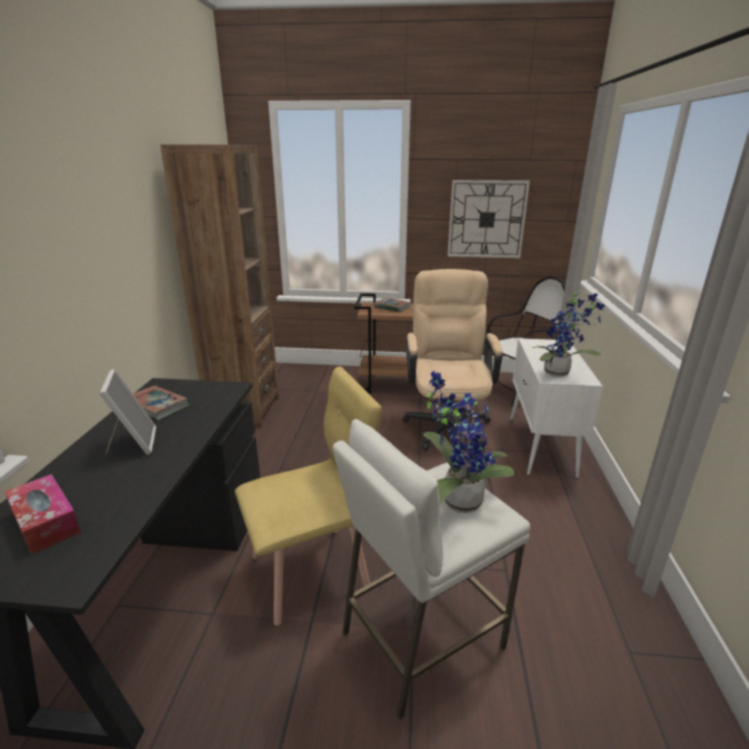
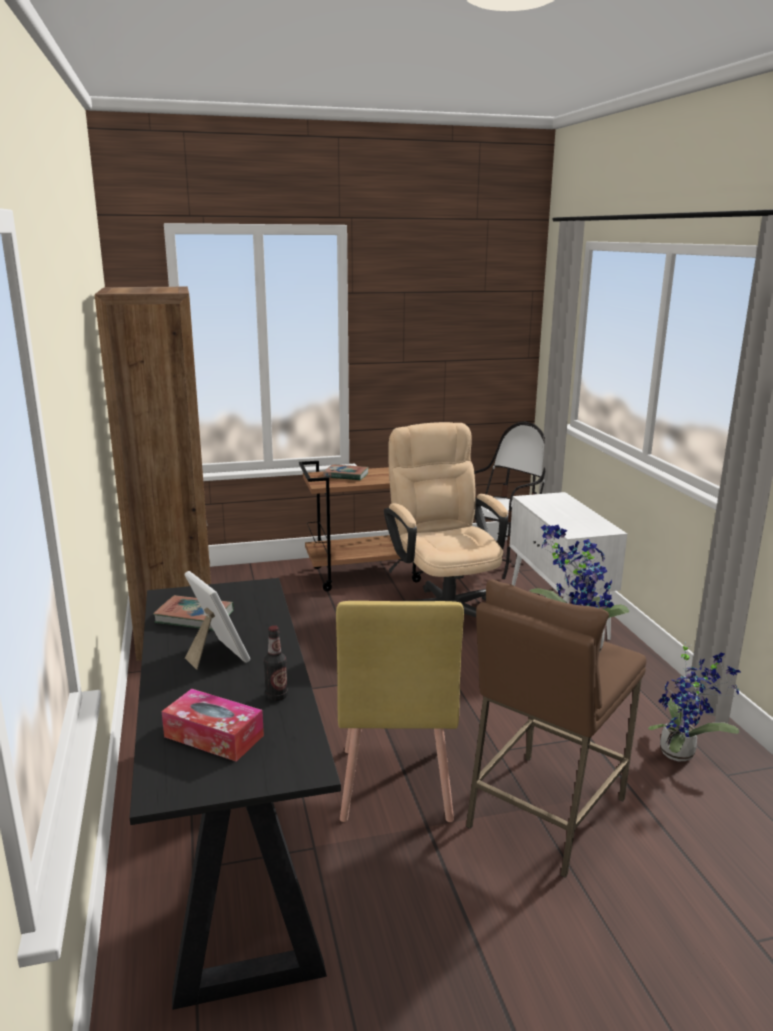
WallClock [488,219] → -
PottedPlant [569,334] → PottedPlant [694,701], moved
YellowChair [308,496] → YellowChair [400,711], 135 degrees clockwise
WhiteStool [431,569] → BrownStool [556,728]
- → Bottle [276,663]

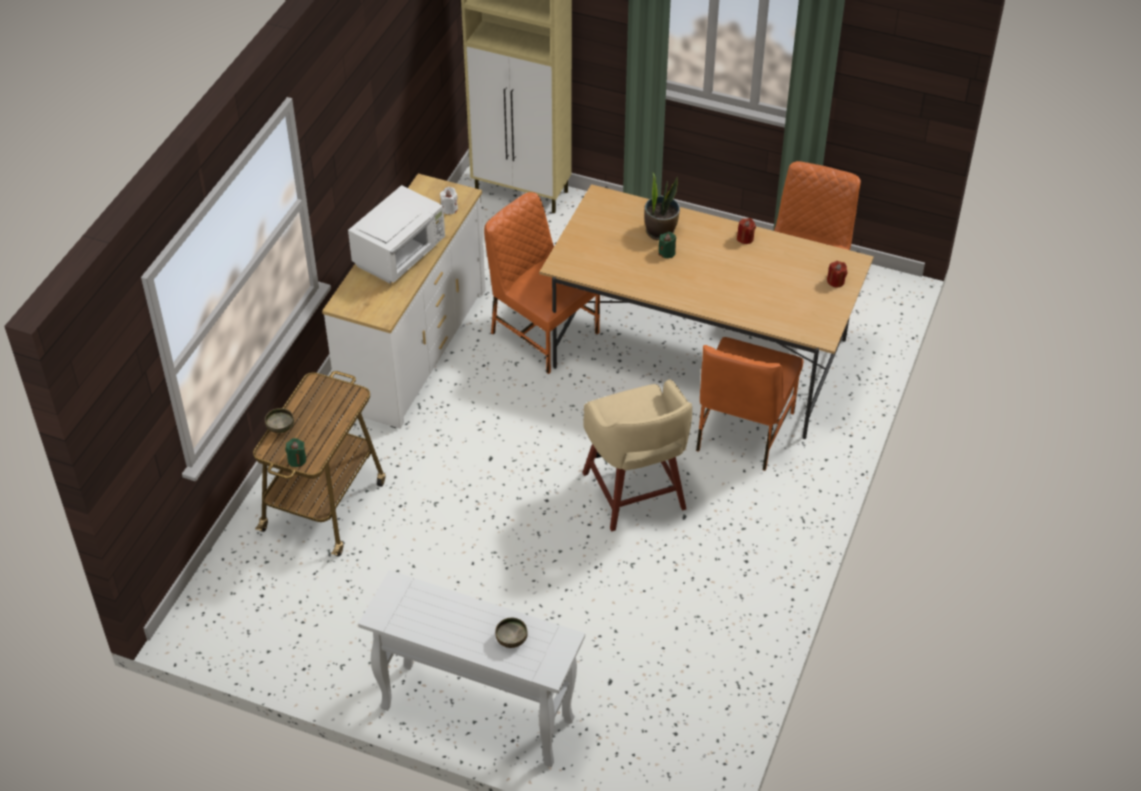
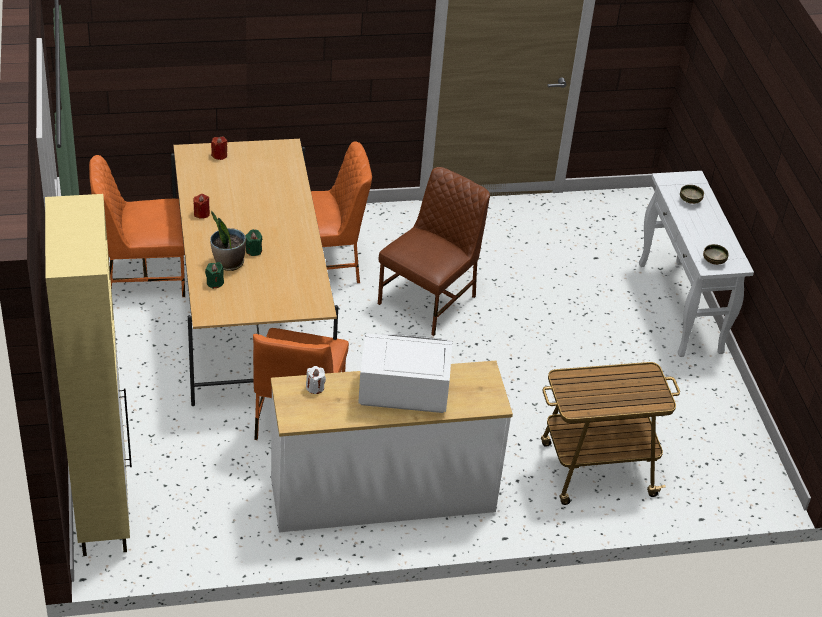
BeigeStool [637,455] → BrownChair [434,251]
Bowl [279,420] → Bowl [716,254], moved
GreenCandle [296,452] → GreenCandle [214,275], moved

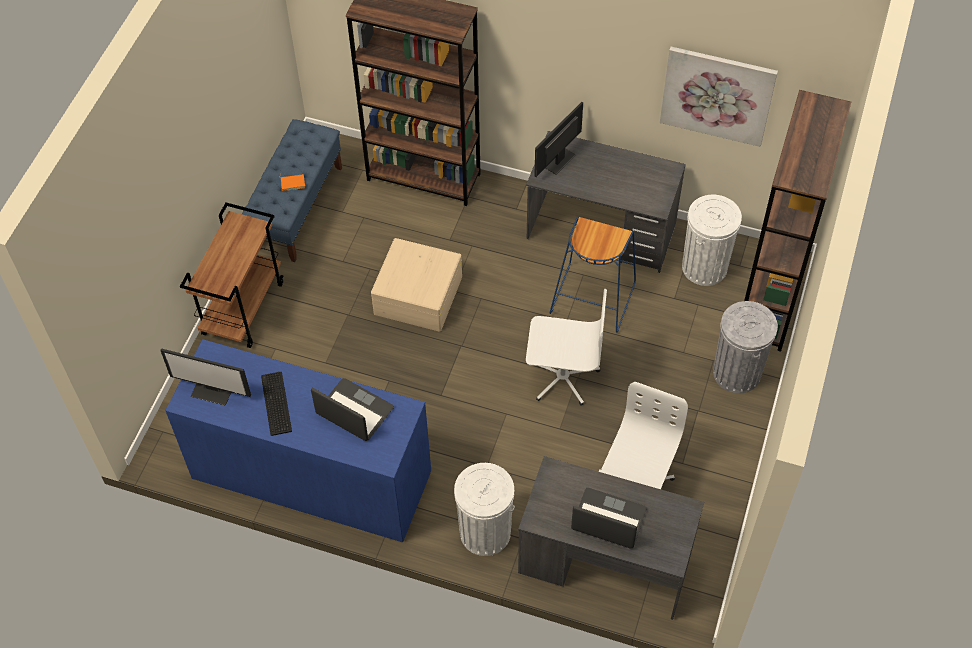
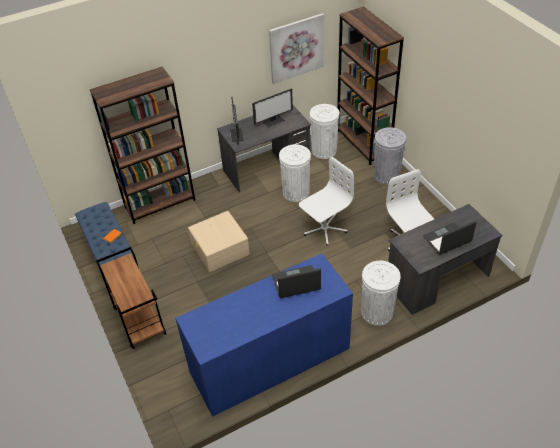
BlueStool [593,274] → WhiteTrashCan [295,173]
Monitor [205,377] → Monitor [272,108], moved
Keyboard [276,404] → -

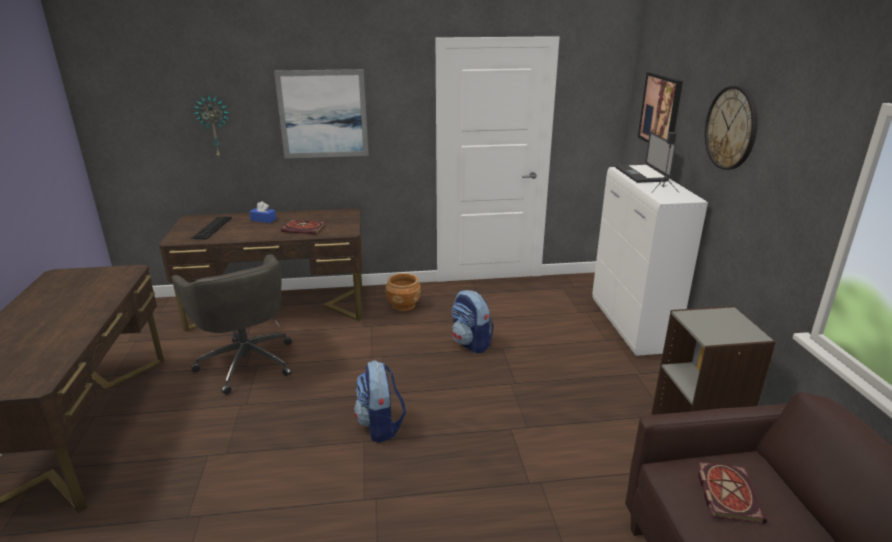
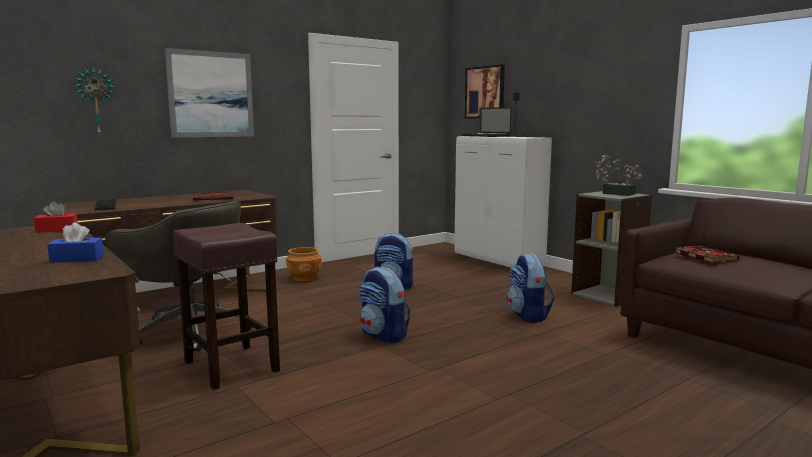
WallClock [731,128] → -
BlueTissueBox [262,212] → BlueTissueBox [75,242], moved
- → PottedPlant [618,175]
- → RedTissueBox [56,217]
- → BrownStool [226,306]
- → Backpack [530,288]

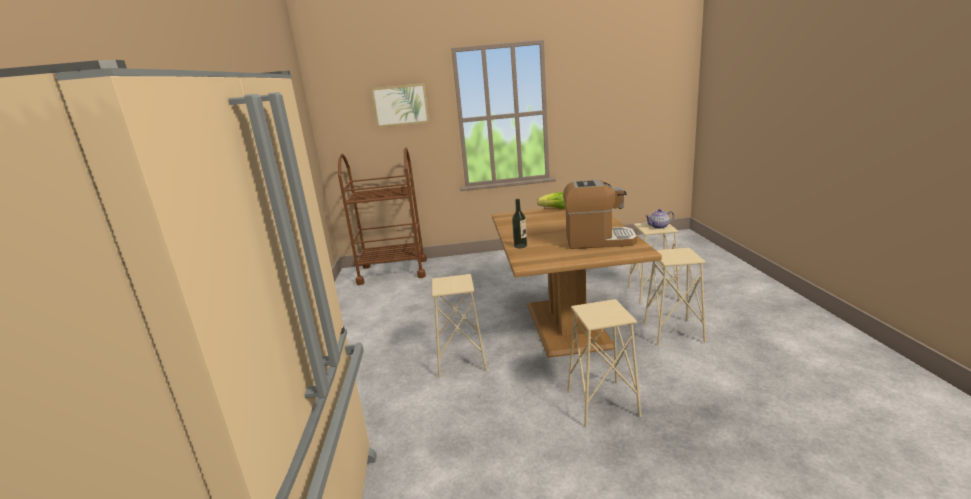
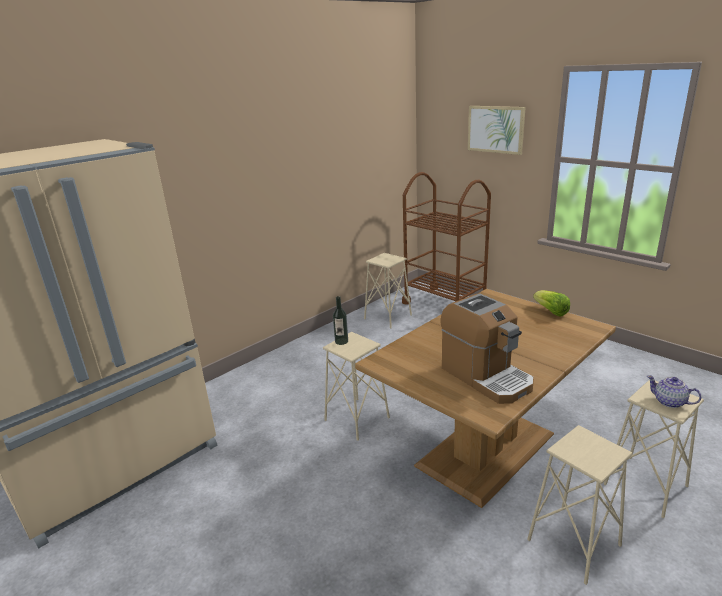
Bottle [519,223] → Bottle [340,320], moved
BeigeStool [605,363] → BeigeStool [388,290], moved

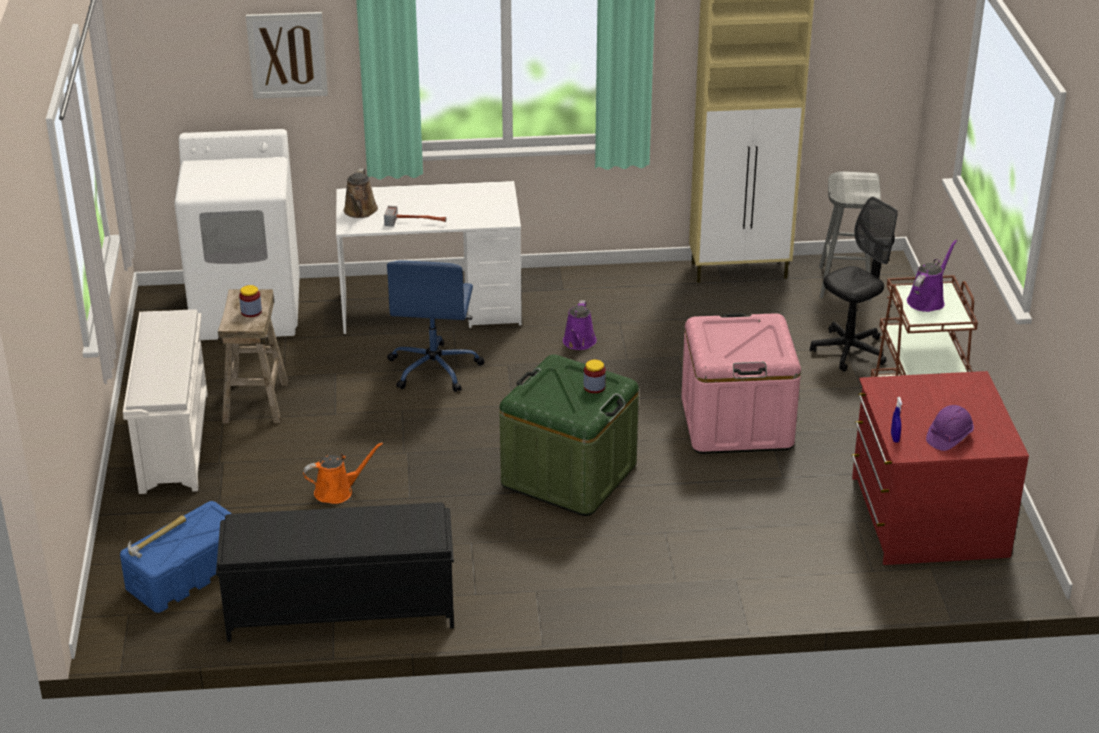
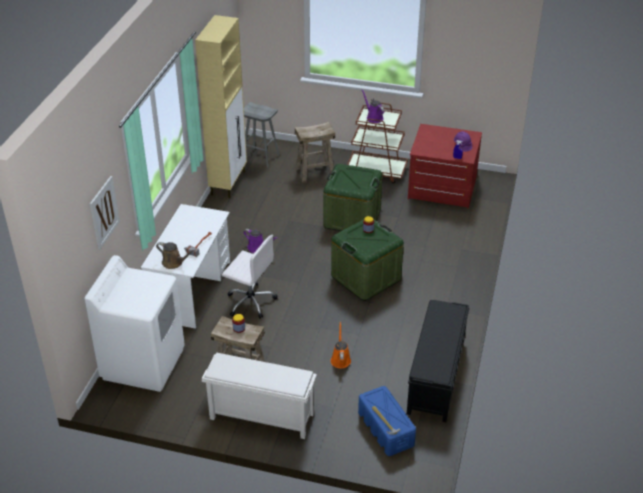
BlackOfficeChair [854,284] → BeigeStool [315,152]
BlueOfficeChair [436,326] → WhiteOfficeChair [250,277]
PinkStorageBox [741,383] → GreenStorageBox [353,197]

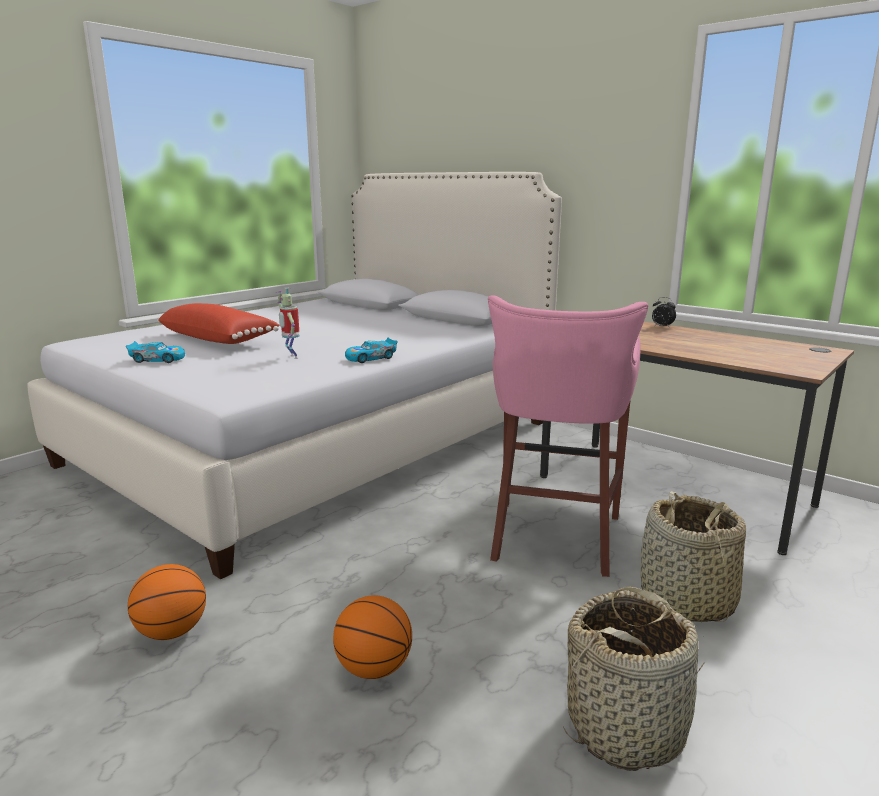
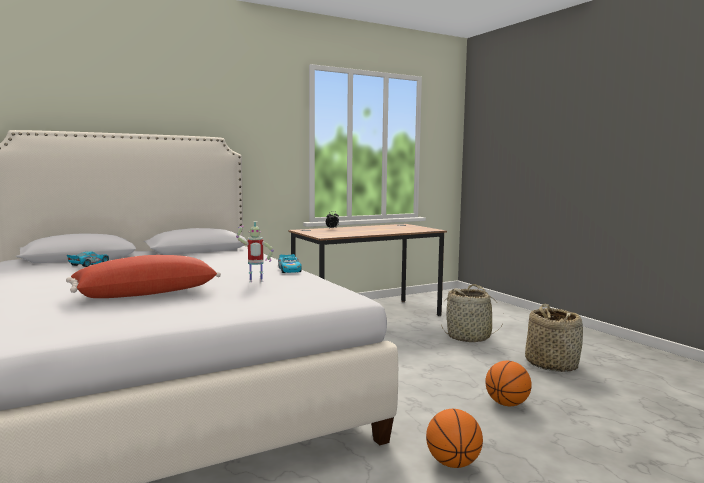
PinkStool [568,436] → -
ToyCar [155,352] → ToyCar [88,259], moved

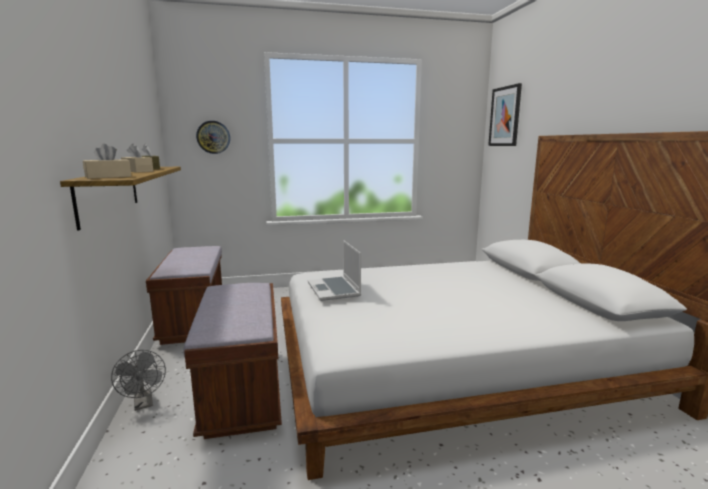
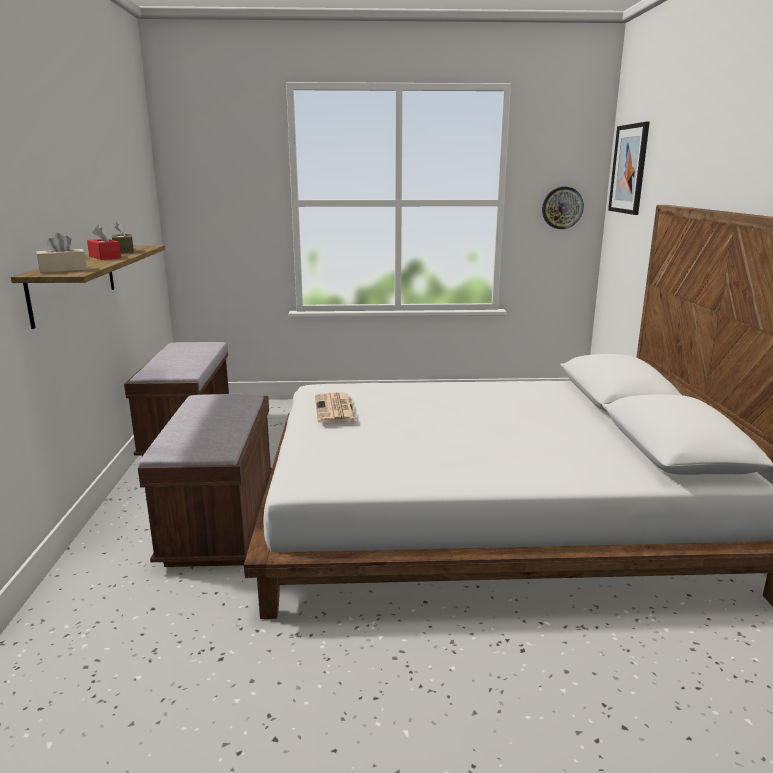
WallClock [213,137] → WallClock [563,208], moved
BeigeTissueBox [137,158] → RedTissueBox [104,242]
Laptop [334,270] → Newspaper [336,408]
GreyFan [138,380] → -

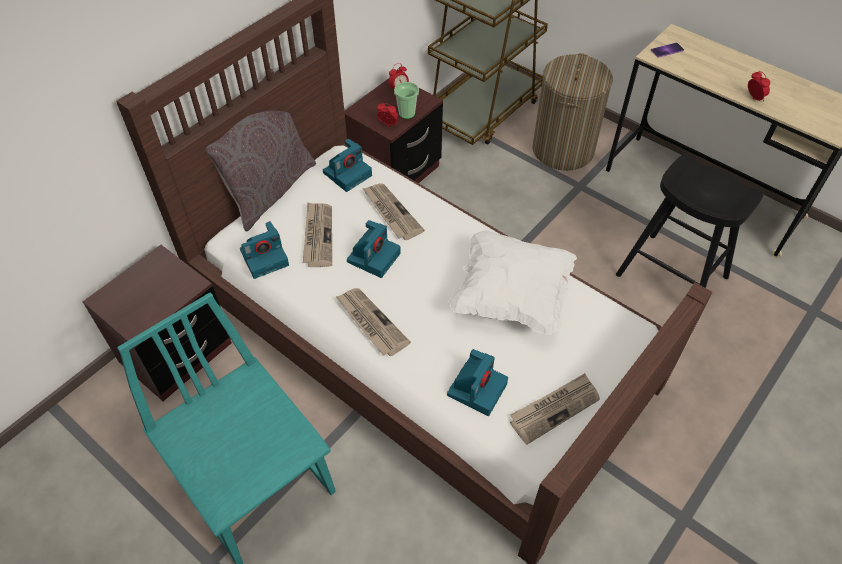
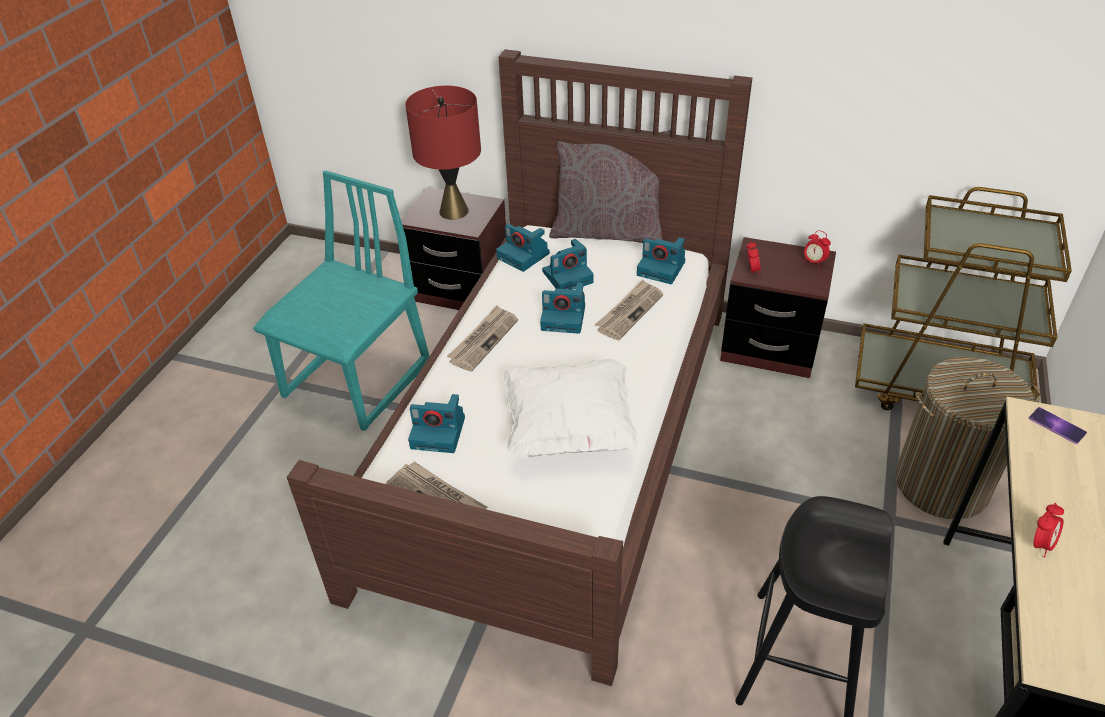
Cup [406,100] → -
Newspaper [317,234] → PhotoCamera [568,264]
- → RedTableLamp [443,153]

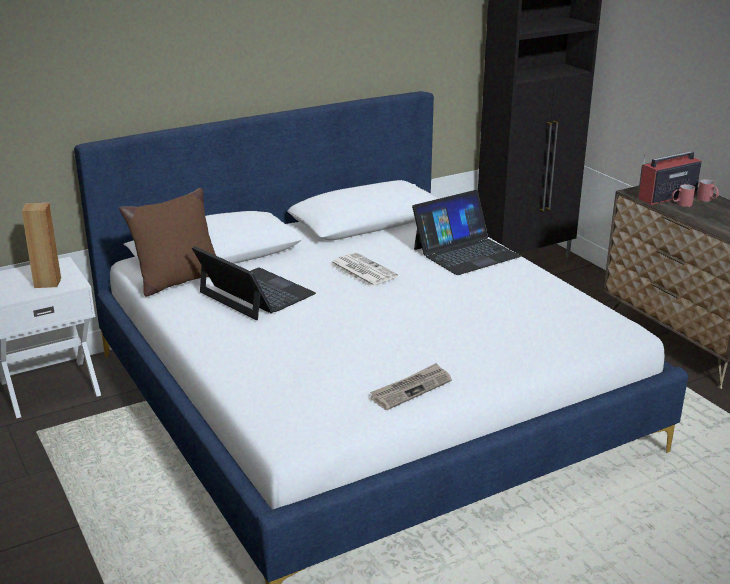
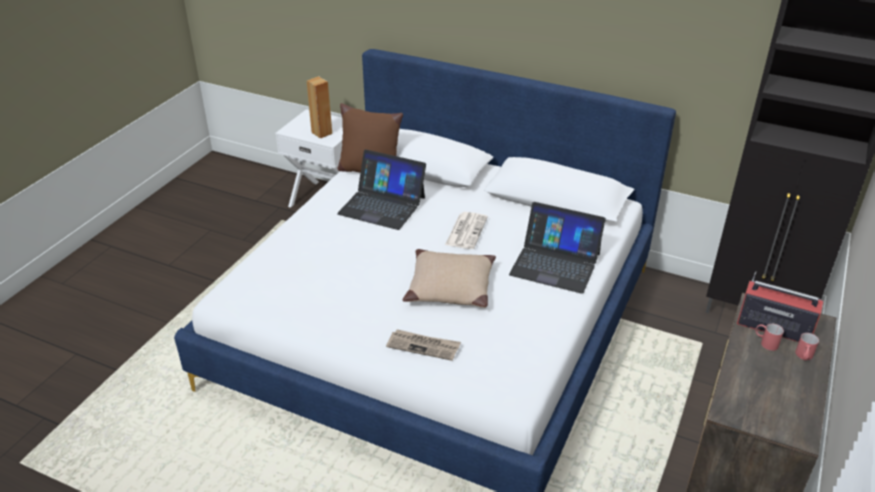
Laptop [254,283] → Laptop [381,190], 105 degrees clockwise
Newspaper [411,386] → Newspaper [423,345], moved
- → BeigePillow [449,278]

